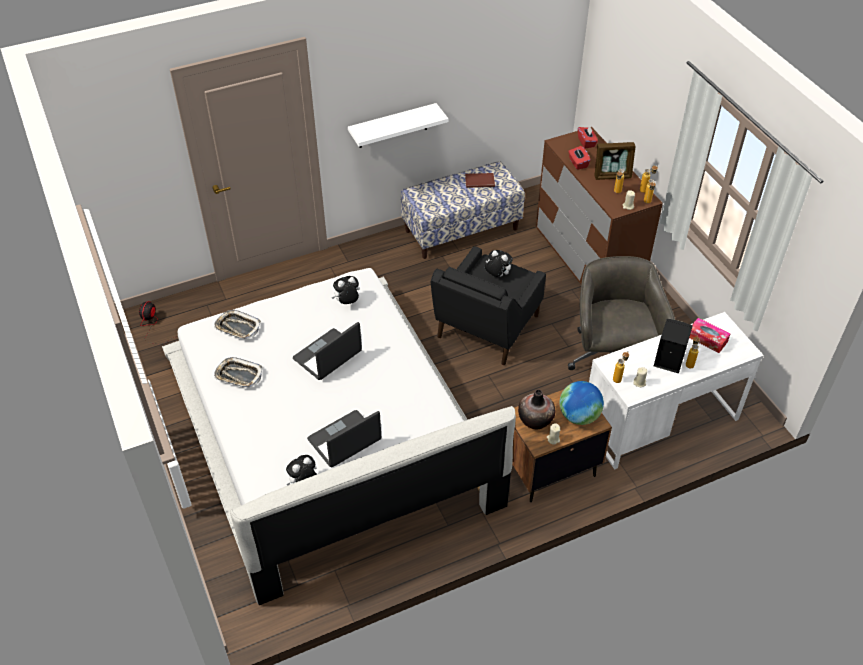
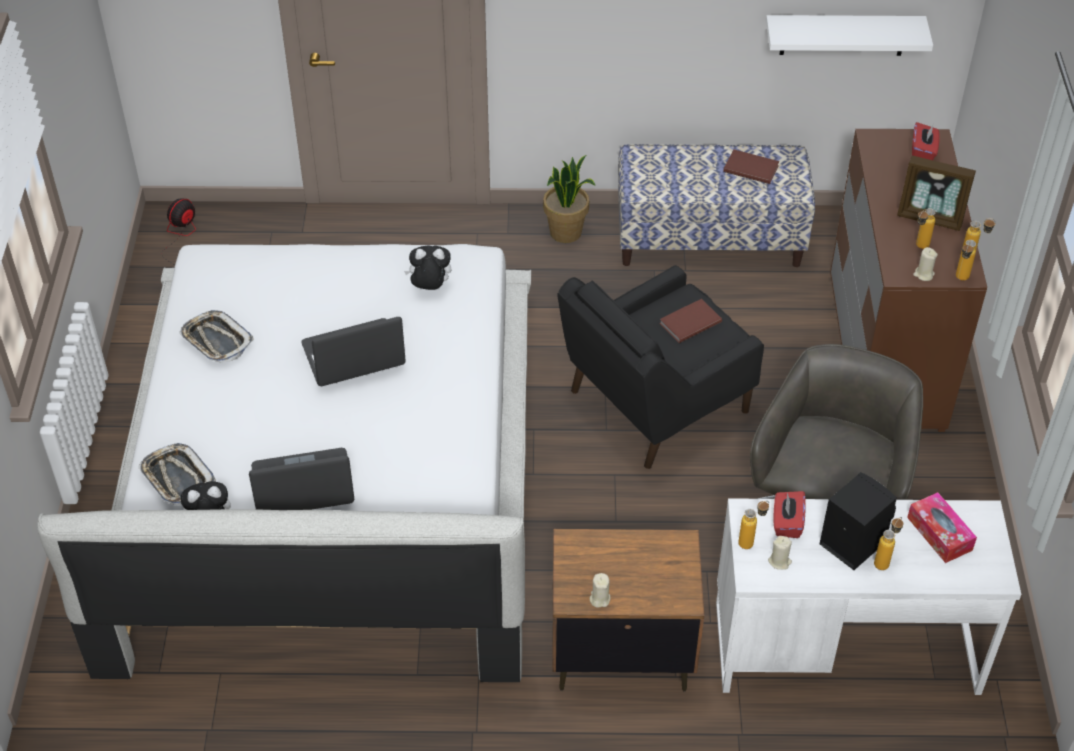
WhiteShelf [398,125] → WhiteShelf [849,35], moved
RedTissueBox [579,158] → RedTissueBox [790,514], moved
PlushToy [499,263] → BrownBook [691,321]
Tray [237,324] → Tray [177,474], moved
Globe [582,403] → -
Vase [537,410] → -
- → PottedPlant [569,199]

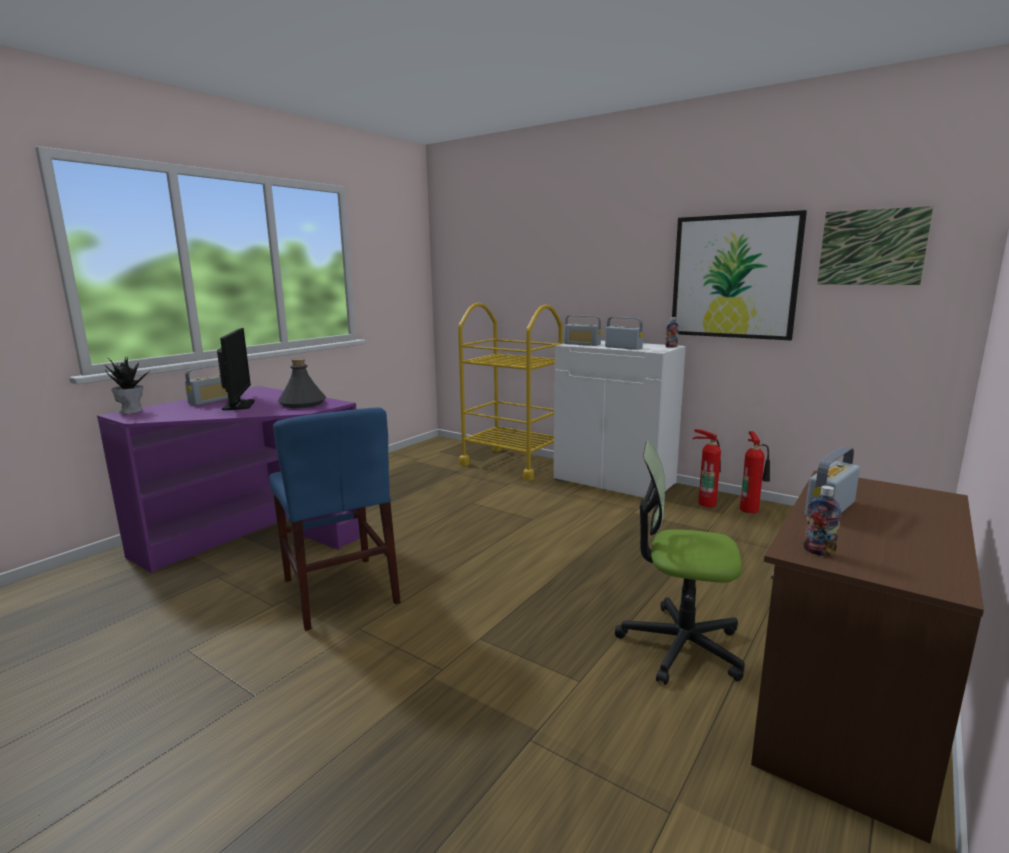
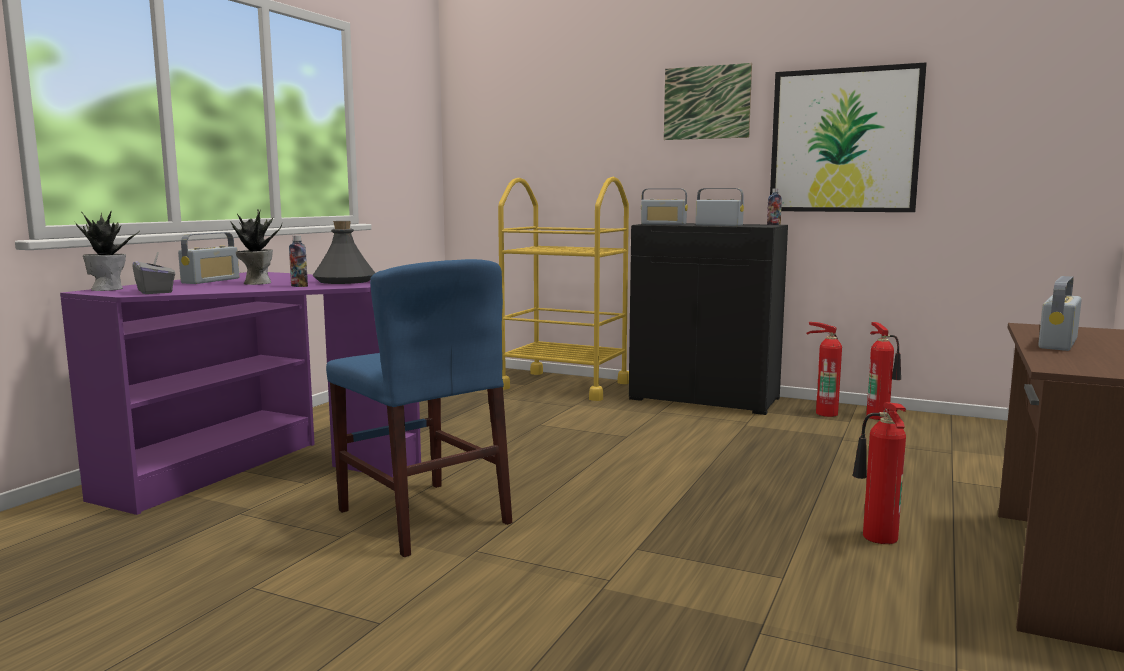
Picture [875,245] → Picture [708,101], moved
Monitor [236,369] → PottedPlant [256,247]
WhiteCabinet [620,421] → BlackCabinet [708,319]
OfficeChair [680,563] → FireExtinguisher [879,473]
Bottle [822,521] → Bottle [298,261], moved
- → GreyTissueBox [153,273]

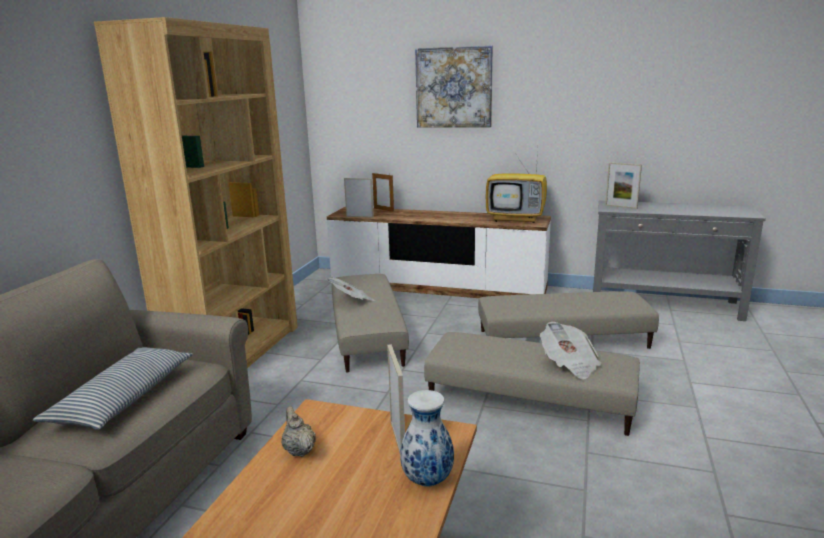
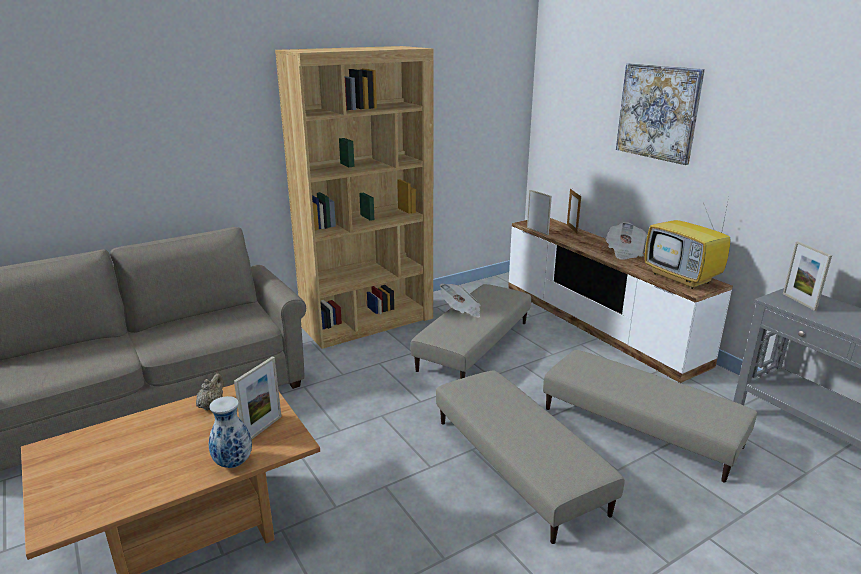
Newspaper [570,350] → Newspaper [626,241], moved
Pillow [113,388] → -

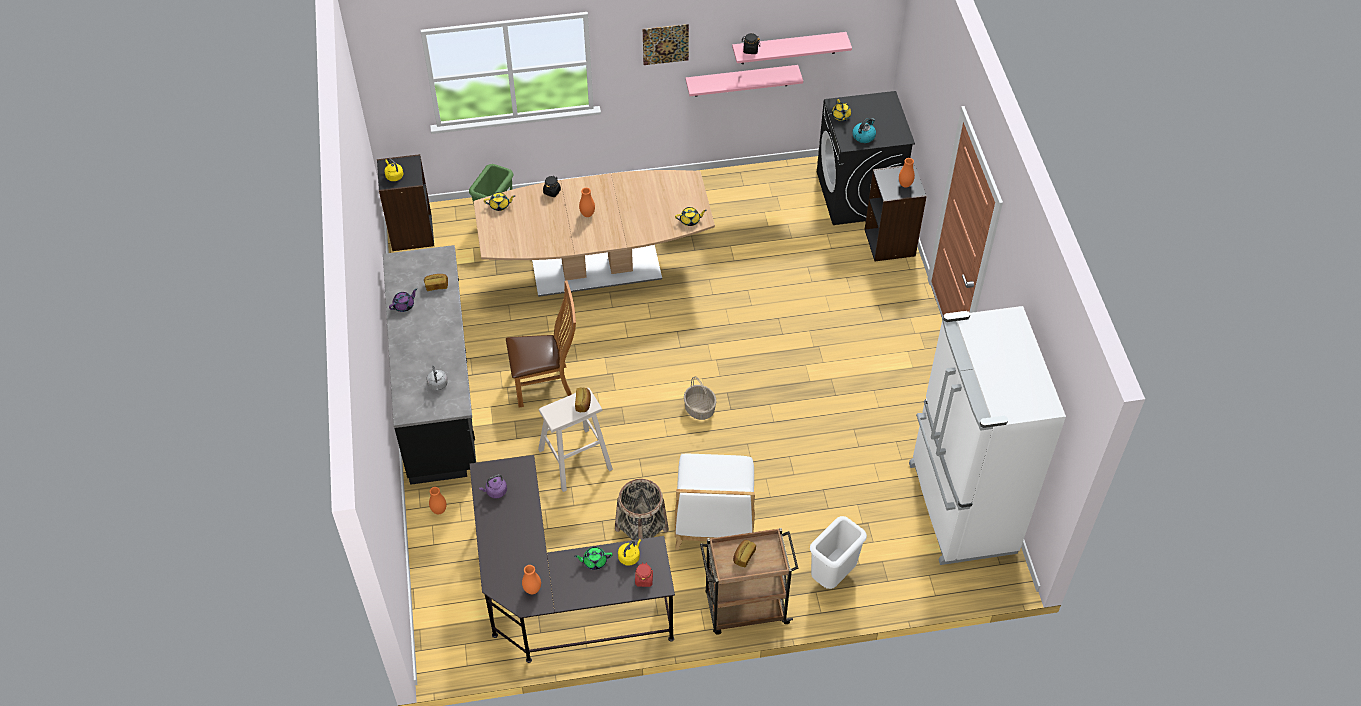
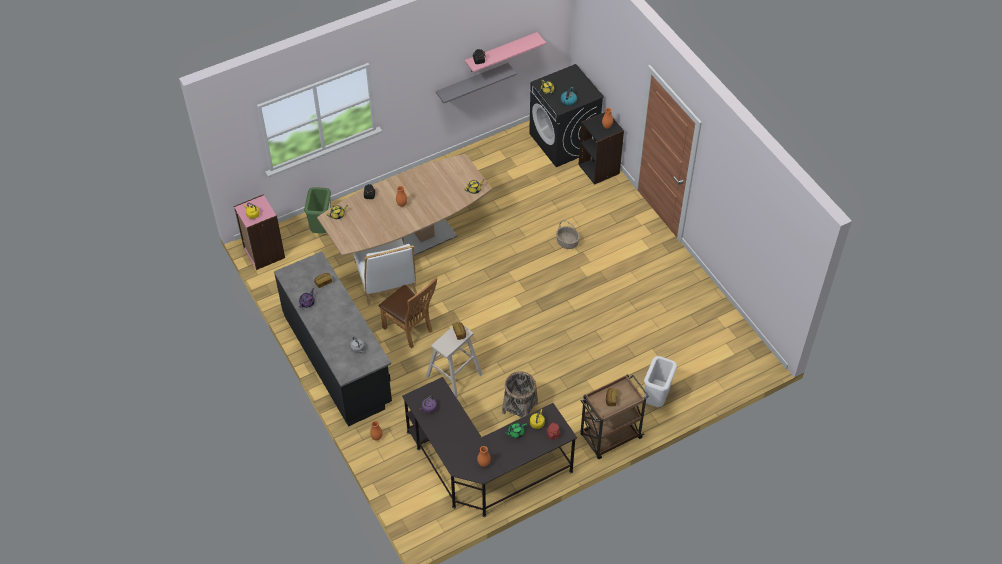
Picture [666,44] → -
PinkShelf [744,81] → GreyShelf [476,83]
BlackBookcase [405,202] → PinkBookcase [259,232]
BrownChair [541,344] → BrownChair [407,313], 75 degrees clockwise
WhiteFridge [987,435] → -
Basket [700,398] → Basket [568,234], moved
WhiteChair [715,502] → WhiteChair [385,271], moved

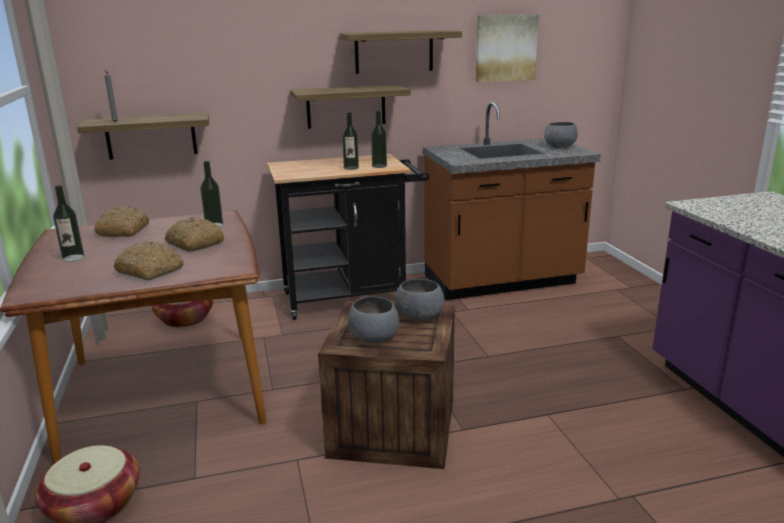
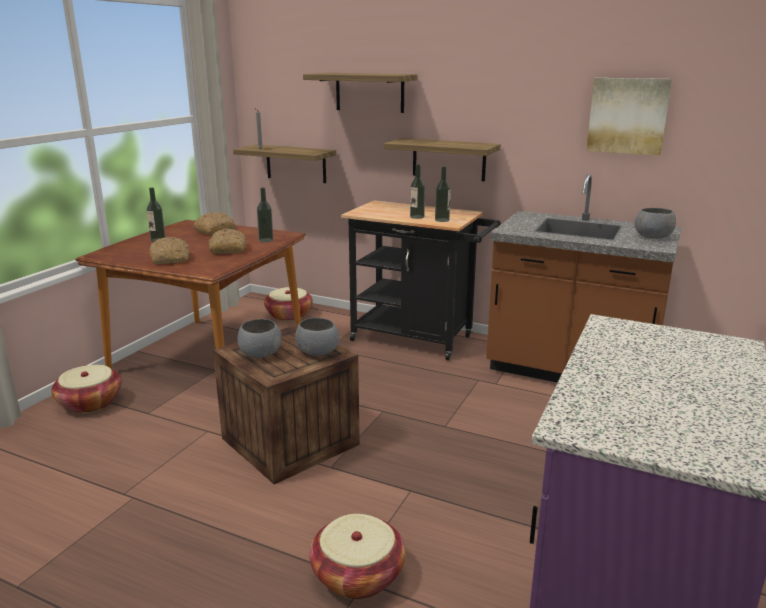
Shelf [401,52] → Shelf [360,93], moved
- → Basket [357,556]

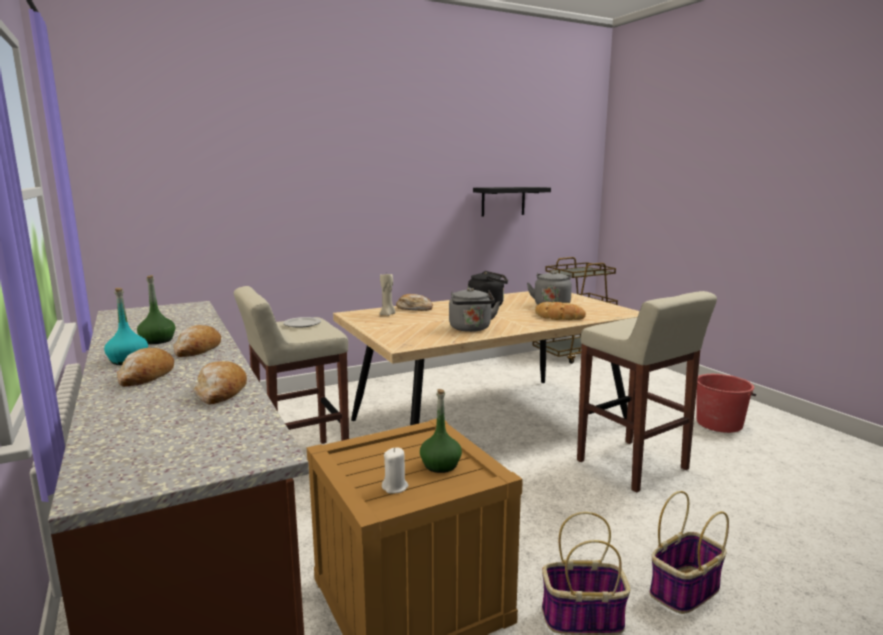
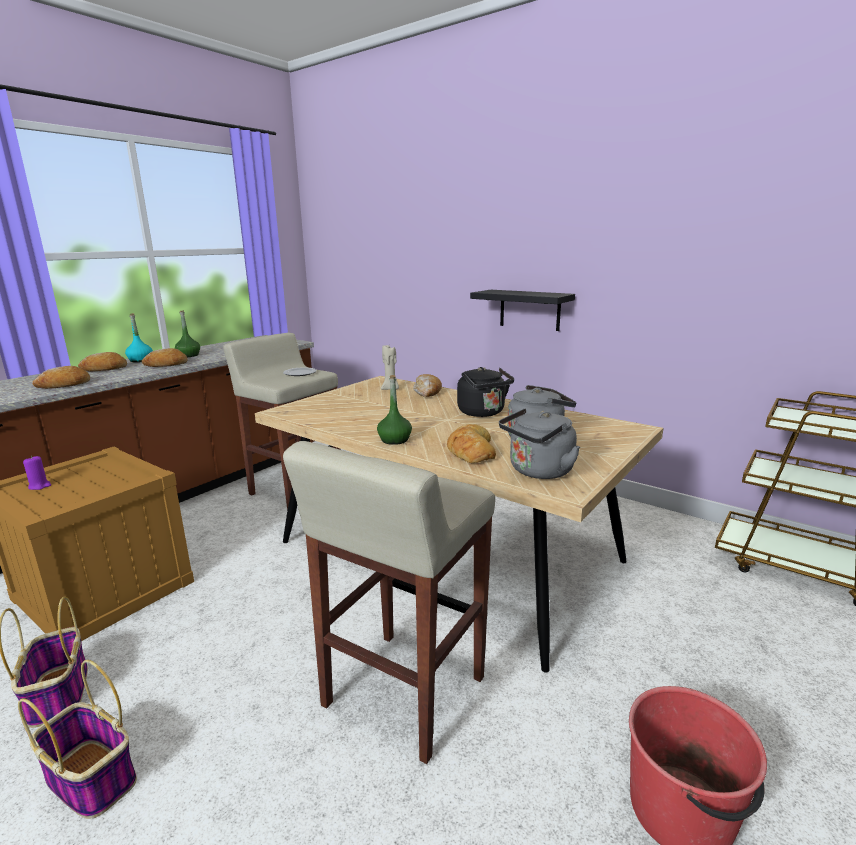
BlackShelf [512,201] → BlackShelf [522,310], moved
GreyKettle [474,310] → GreyKettle [539,443], moved
GreenBottle [441,431] → GreenBottle [394,410], moved
WhiteCandle [395,470] → PurpleCandle [37,473]

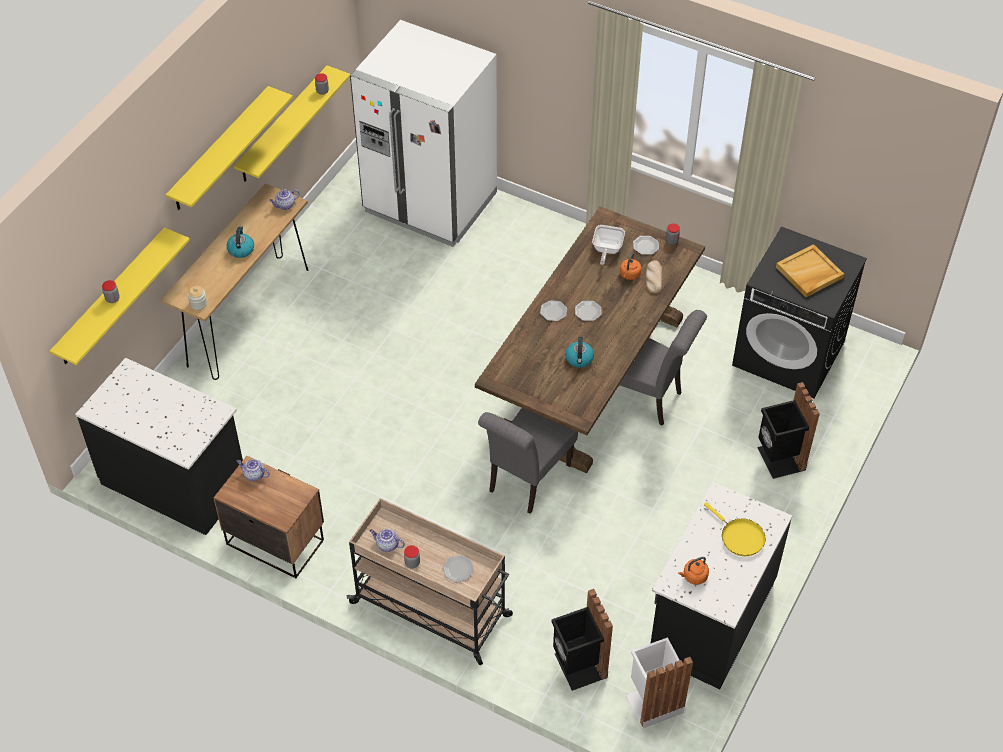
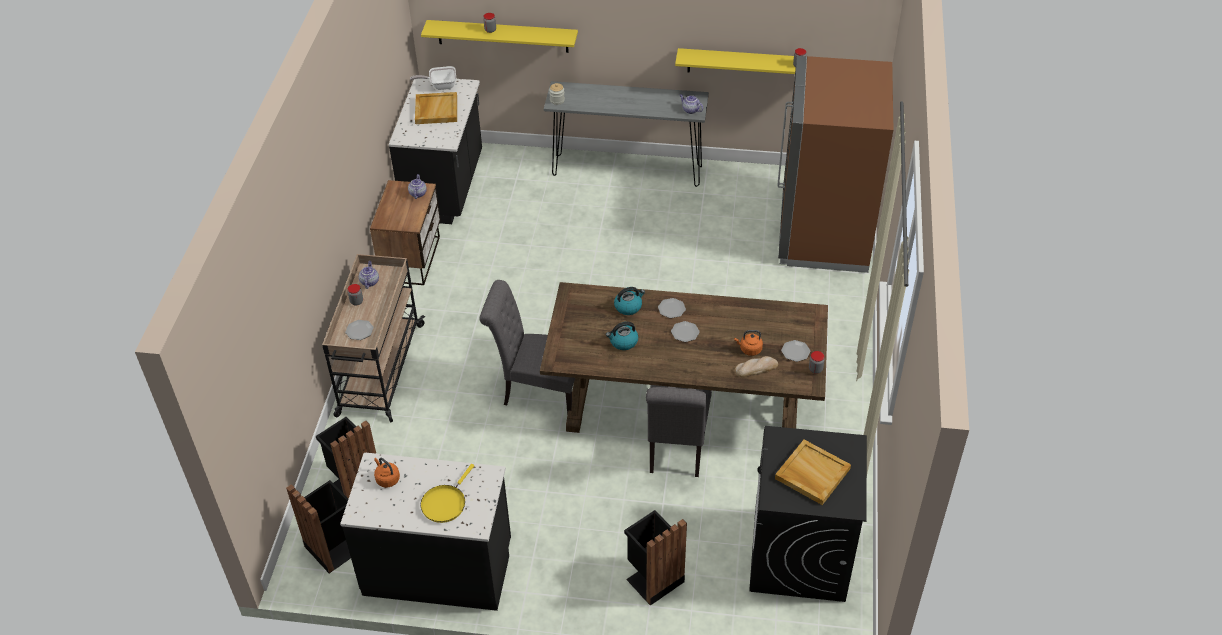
WhiteFridge [423,133] → BrownFridge [835,164]
YellowShelf [229,148] → -
BrownConsoleTable [234,281] → GreyConsoleTable [626,134]
FryingPan [608,245] → FryingPan [433,78], moved
Kettle [240,242] → Kettle [629,301], moved
WhiteTrashCan [659,682] → BlackTrashCan [318,526]
- → BeigeTray [436,108]

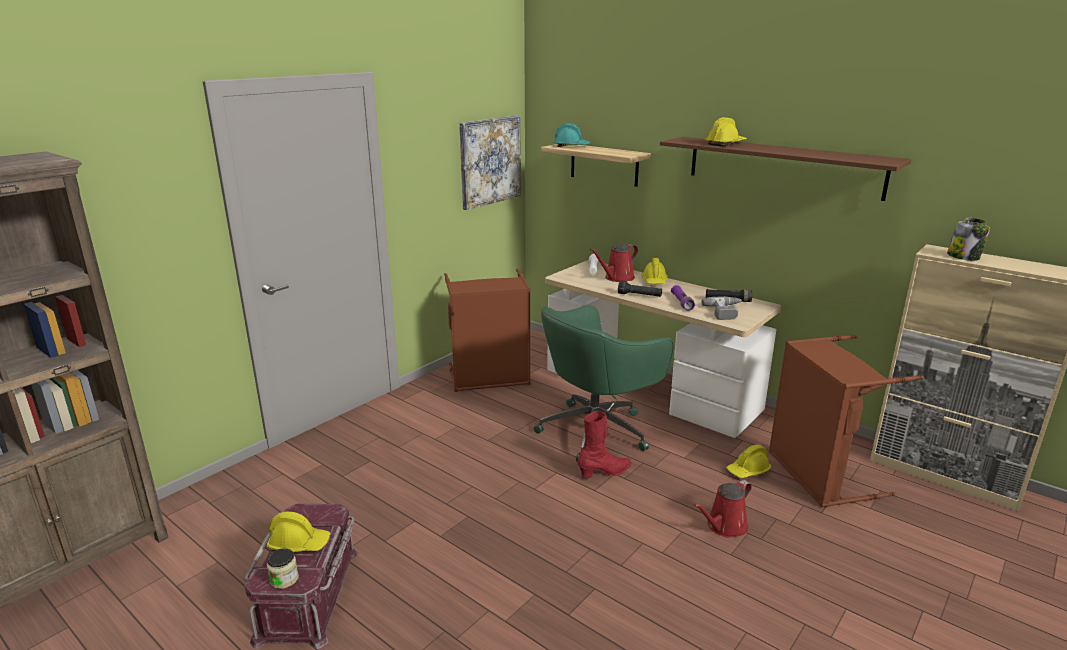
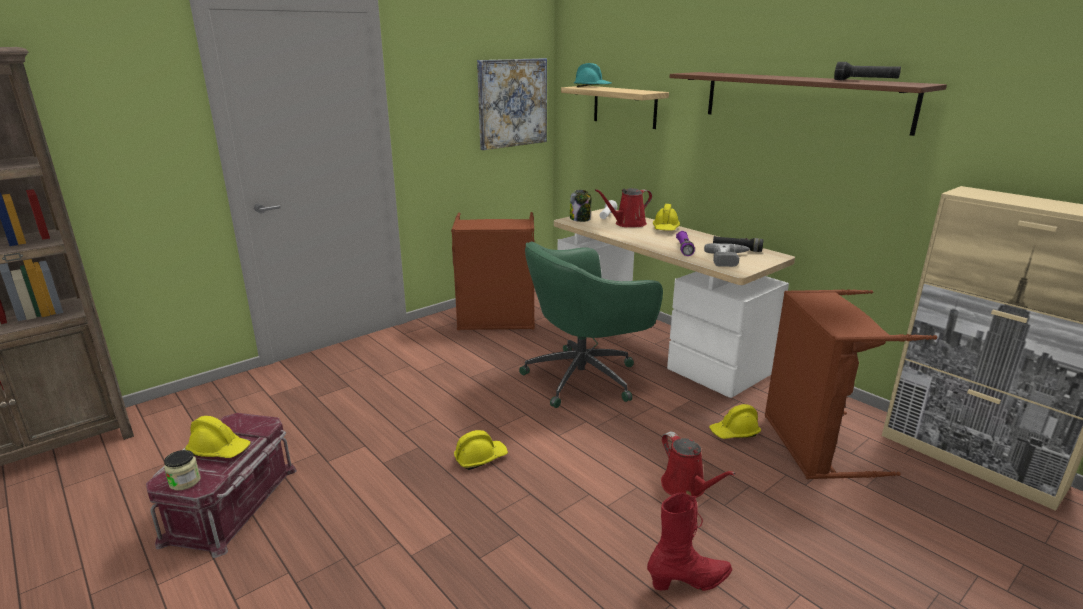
YellowHardHat [726,132] → YellowHardHat [481,450], moved
Jar [968,239] → Jar [581,206], moved
BlackFlashlight [640,289] → BlackFlashlight [867,71], moved
RedBoot [604,444] → RedBoot [689,541], moved
RedWateringCan [723,508] → RedWateringCan [698,465], 90 degrees counterclockwise

